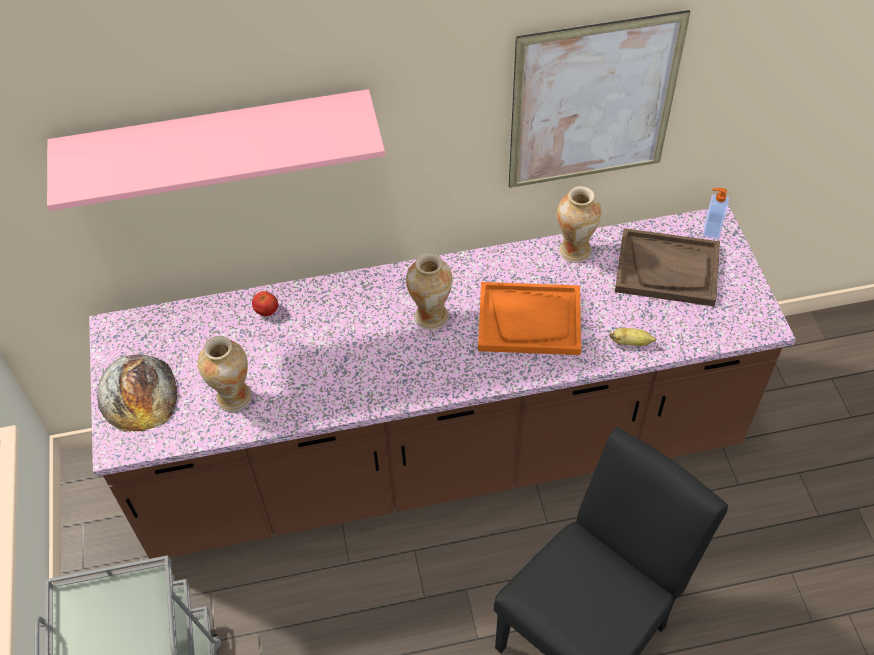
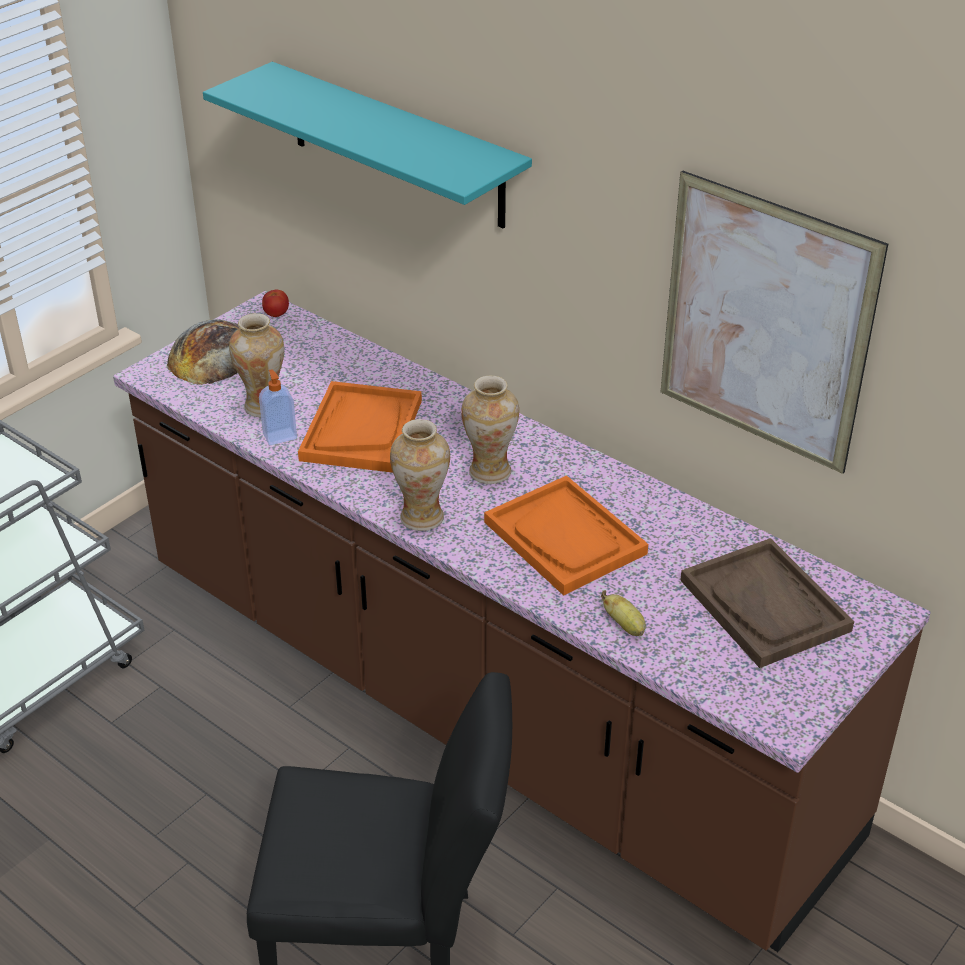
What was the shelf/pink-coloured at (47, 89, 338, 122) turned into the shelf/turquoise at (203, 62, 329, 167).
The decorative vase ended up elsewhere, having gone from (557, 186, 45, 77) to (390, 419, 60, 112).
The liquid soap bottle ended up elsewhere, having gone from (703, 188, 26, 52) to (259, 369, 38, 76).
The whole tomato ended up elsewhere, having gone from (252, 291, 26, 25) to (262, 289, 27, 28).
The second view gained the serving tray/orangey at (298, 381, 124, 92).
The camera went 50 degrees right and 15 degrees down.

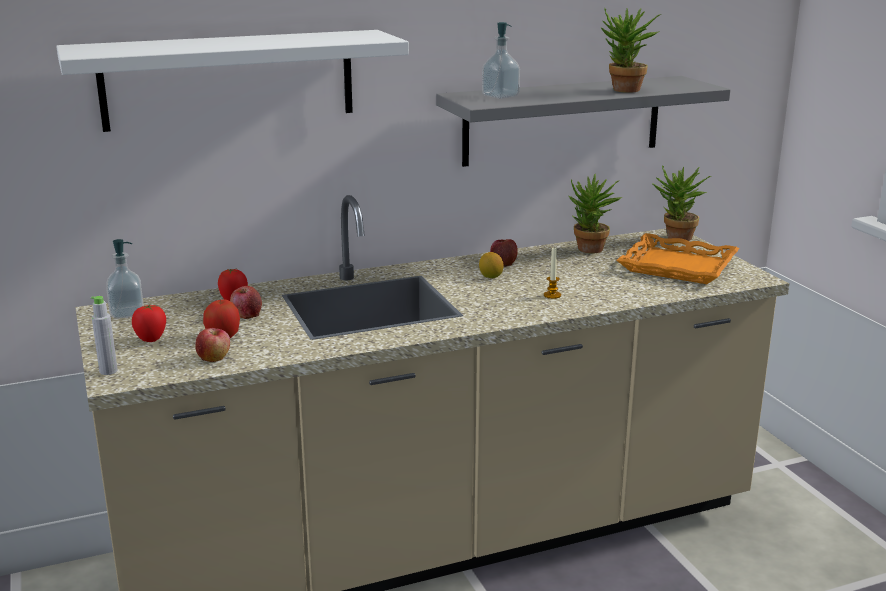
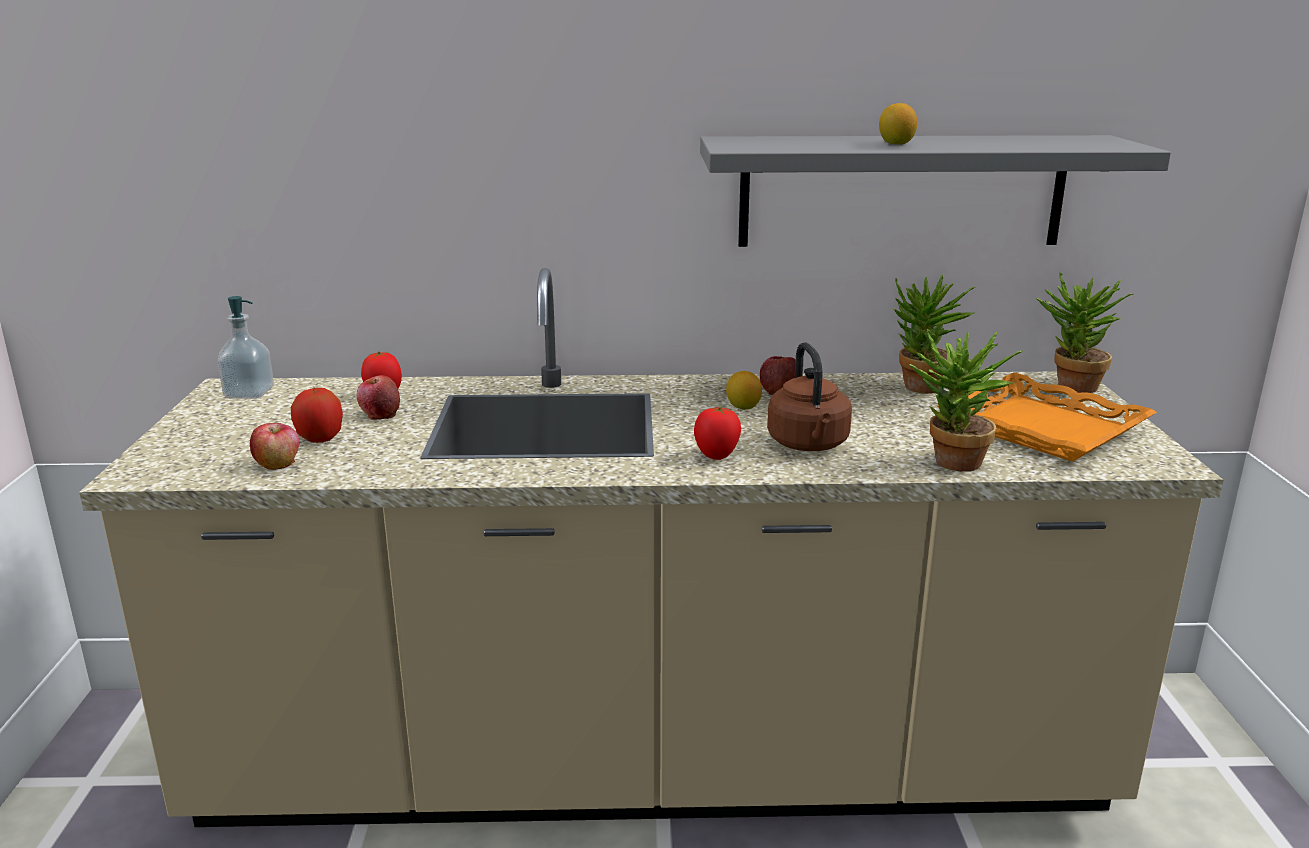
The potted plant ended up elsewhere, having gone from (601, 8, 60, 85) to (910, 329, 113, 143).
The second view lost the liquid soap bottle at (482, 22, 38, 77).
The second view lost the shelf/whitish at (56, 30, 353, 102).
Where the wax candle stood at (544, 246, 17, 53), the tea kettle/brown-coloured came to stand at (767, 342, 85, 109).
The second view lost the bottle/greyish at (91, 296, 27, 79).
The whole tomato ended up elsewhere, having gone from (132, 304, 34, 38) to (694, 406, 47, 54).
The second view gained the lemon at (879, 103, 38, 42).
The camera went 20 degrees right and 0 degrees up.

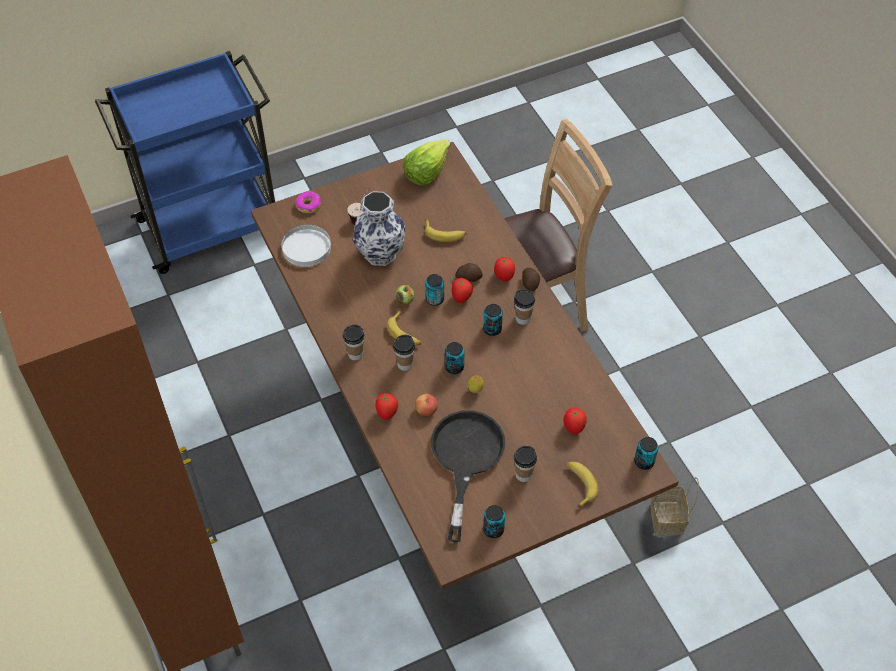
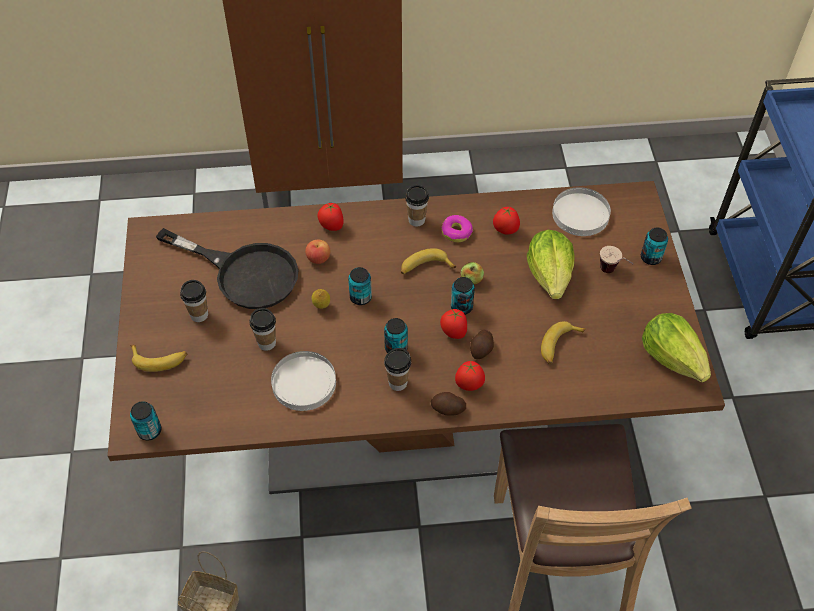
The donut ended up elsewhere, having gone from (295, 191, 26, 22) to (441, 215, 32, 27).
Where the decorative vase stood at (353, 191, 52, 75), the lettuce head came to stand at (527, 230, 48, 69).
The drinking cup ended up elsewhere, having gone from (393, 334, 22, 37) to (250, 308, 26, 43).
The whole tomato ended up elsewhere, having gone from (564, 408, 23, 26) to (493, 207, 27, 28).
The sealed can ended up elsewhere, having gone from (483, 505, 22, 33) to (641, 228, 27, 37).
The second view gained the flat dish/whitish at (271, 351, 65, 60).
The camera went 110 degrees right and 0 degrees up.

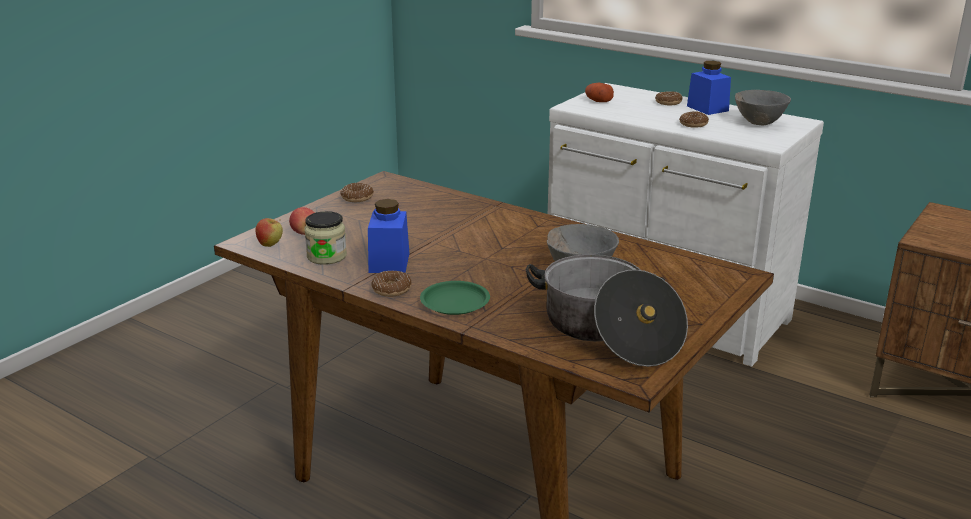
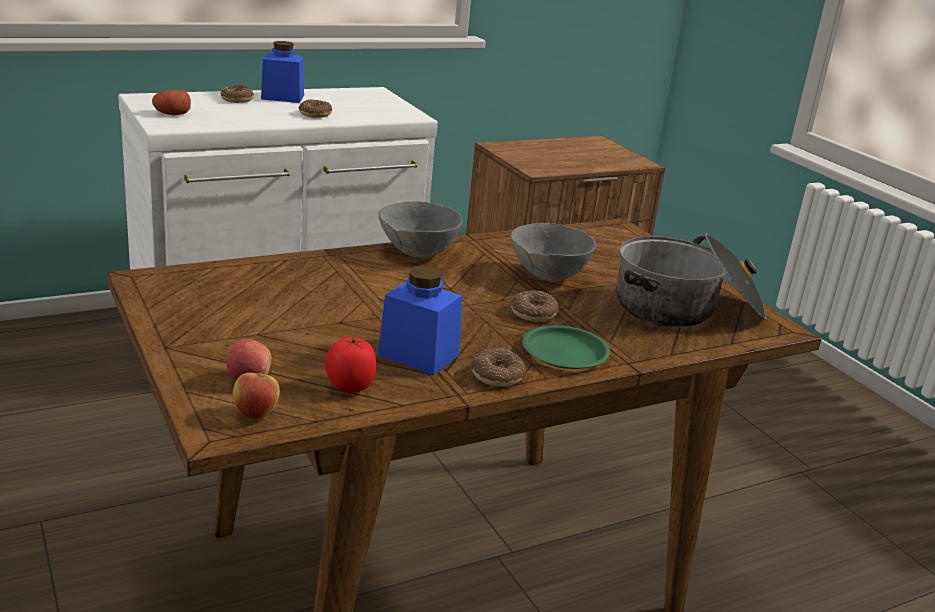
The deep dish/greyish ended up elsewhere, having gone from (735, 90, 56, 35) to (378, 201, 84, 57).
The donut ended up elsewhere, having gone from (340, 183, 34, 19) to (511, 291, 48, 31).
Where the preserve jar stood at (304, 211, 43, 54), the whole tomato came to stand at (325, 337, 51, 56).
The camera went 65 degrees left and 0 degrees up.

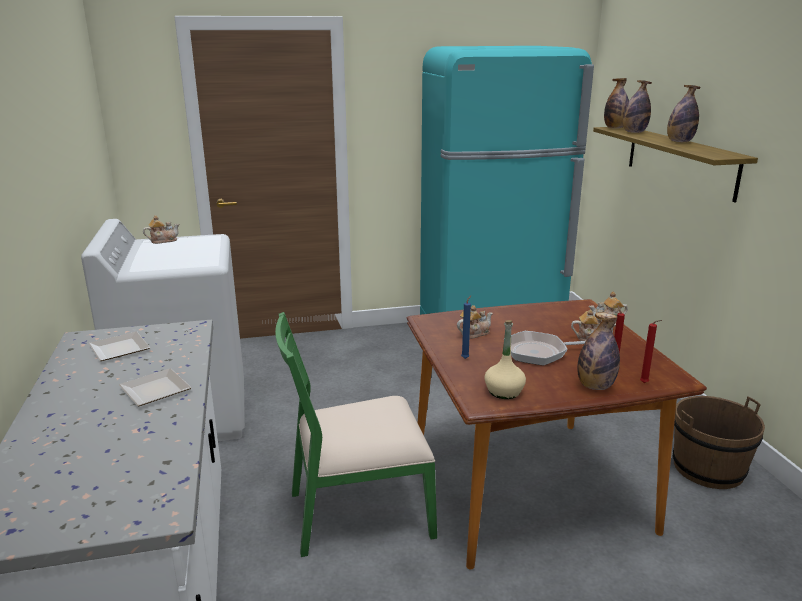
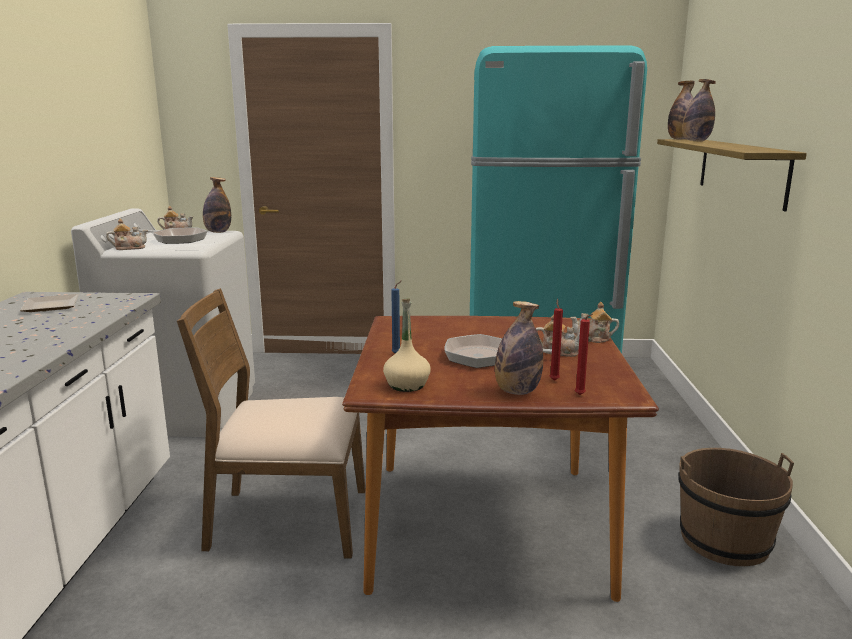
The bottle ended up elsewhere, having gone from (667, 85, 33, 57) to (203, 177, 28, 56).
The pot for tea ended up elsewhere, having gone from (457, 305, 36, 34) to (106, 218, 42, 32).
What was the upright chair/green-coloured at (275, 312, 162, 245) turned into the upright chair/brown-coloured at (177, 288, 188, 270).
The second view lost the flat dish at (119, 368, 73, 38).
The second view gained the frying pan at (138, 227, 69, 17).
The camera went 15 degrees right and 5 degrees down.

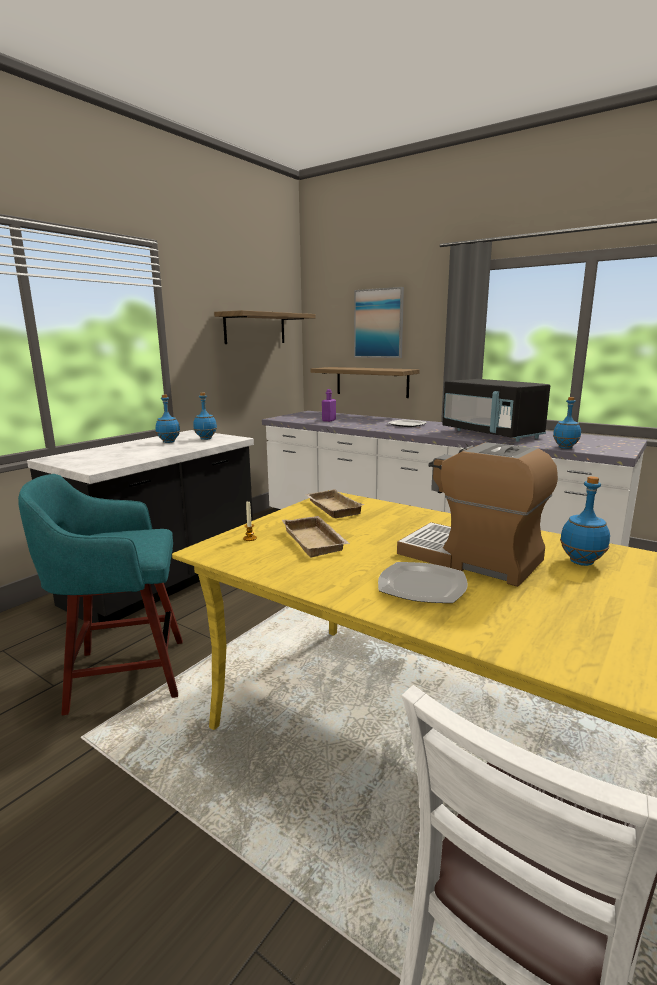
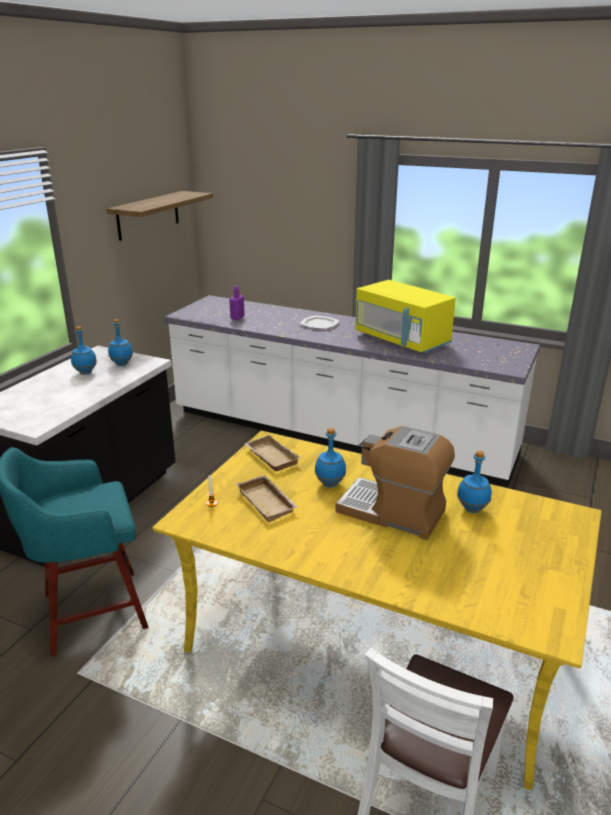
The second view lost the wall art at (354, 287, 50, 71).
The second view lost the shelf at (311, 367, 108, 31).
What was the microwave oven/black-coloured at (442, 379, 108, 63) turned into the microwave oven/yellowish at (355, 280, 101, 73).
The bottle/blue ended up elsewhere, having gone from (553, 397, 28, 52) to (315, 428, 31, 59).
The second view lost the flat dish at (378, 562, 90, 41).
The camera went 10 degrees left and 10 degrees up.

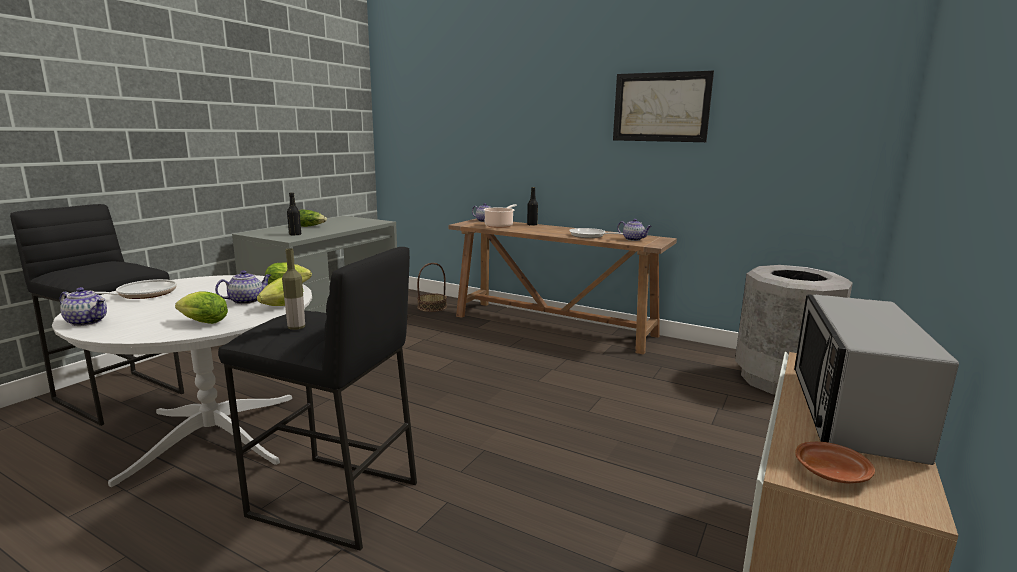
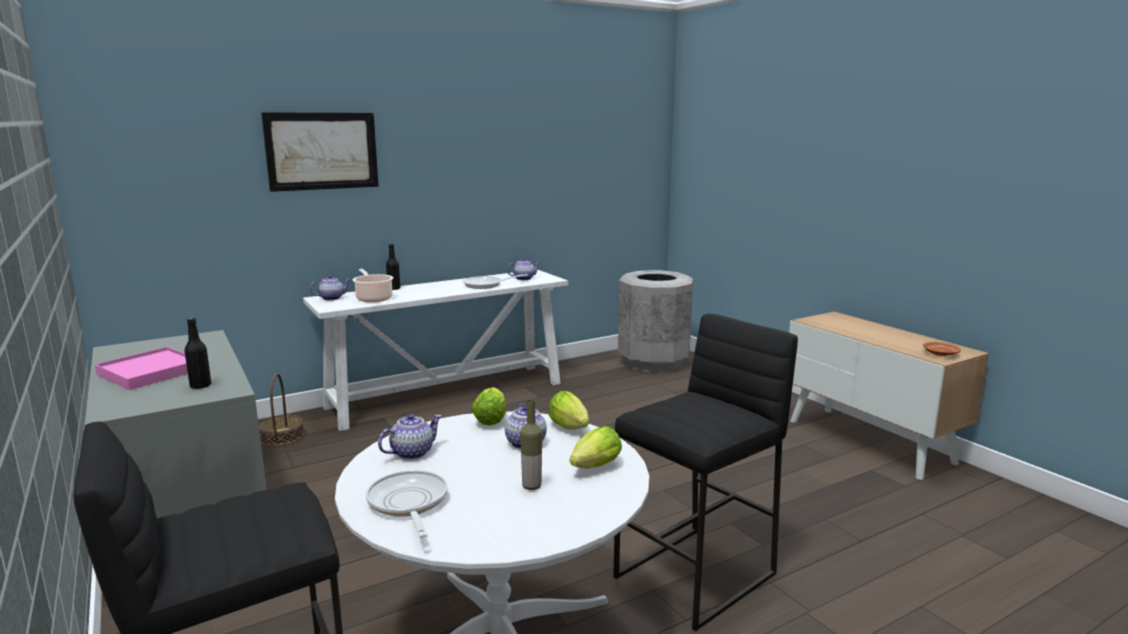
The wall art ended up elsewhere, having gone from (613, 71, 101, 71) to (261, 112, 118, 80).
Where the lettuce head stood at (299, 209, 28, 18), the serving tray/pink-coloured came to stand at (95, 347, 93, 43).
What was the narrow table/brown-coloured at (449, 218, 228, 137) turned into the narrow table/whitish at (303, 270, 265, 161).
The bottle ended up elsewhere, having gone from (282, 248, 23, 82) to (520, 399, 22, 91).
The pot for tea ended up elsewhere, having gone from (60, 287, 47, 39) to (378, 414, 64, 45).
The second view lost the microwave oven at (794, 294, 165, 171).
The camera went 60 degrees left and 0 degrees up.

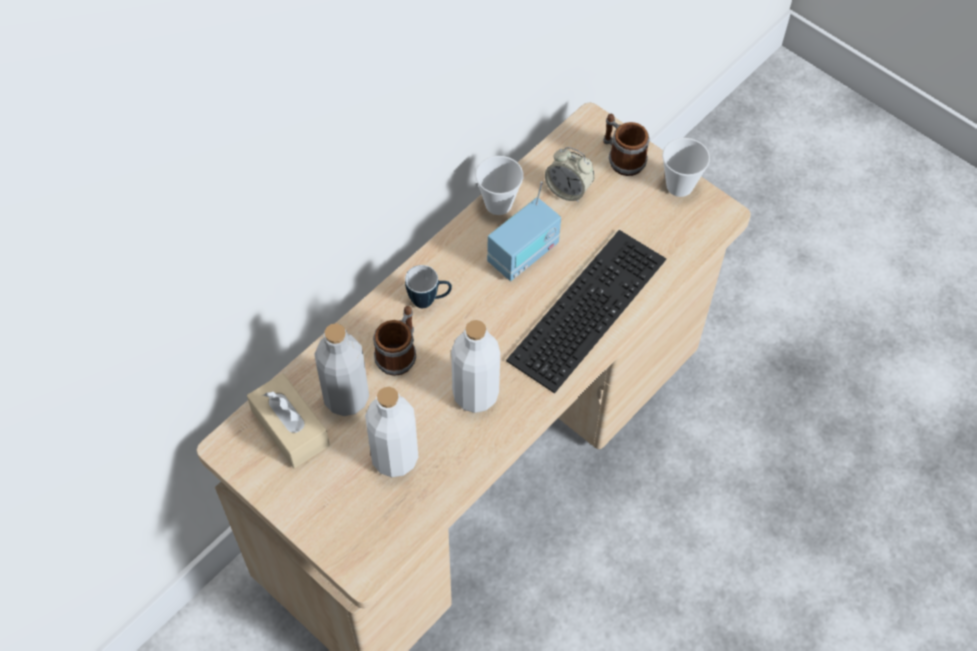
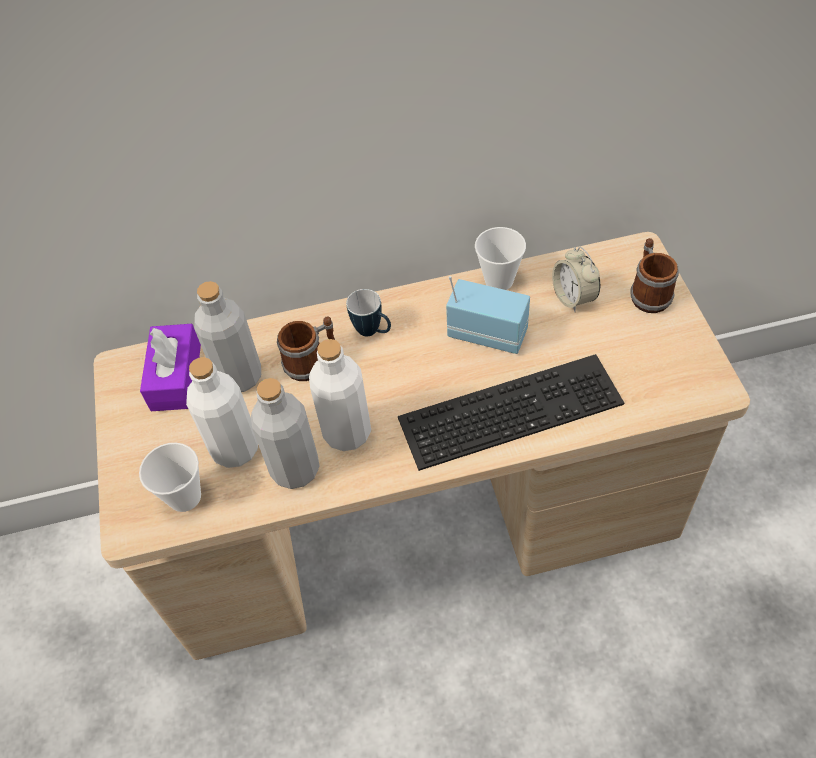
The drinking cup ended up elsewhere, having gone from (662, 138, 48, 59) to (139, 442, 62, 70).
The radio at (487, 181, 74, 100) ended up facing another way, 150 degrees counterclockwise from before.
What was the box of tissues/beige at (247, 373, 83, 95) turned into the box of tissues/purple at (140, 324, 61, 87).
The second view gained the bottle/greyish at (251, 378, 69, 111).
The camera went 40 degrees right and 5 degrees down.

